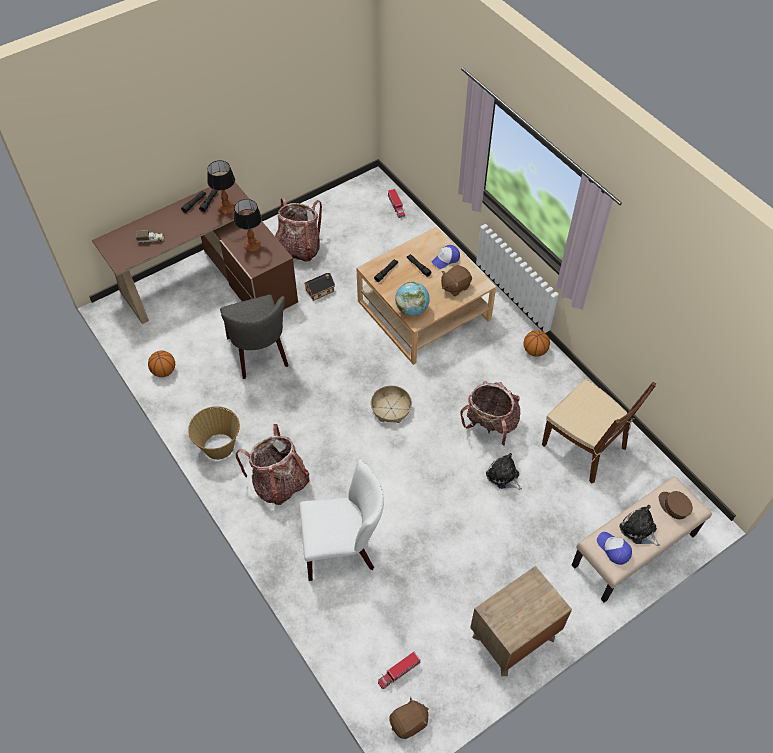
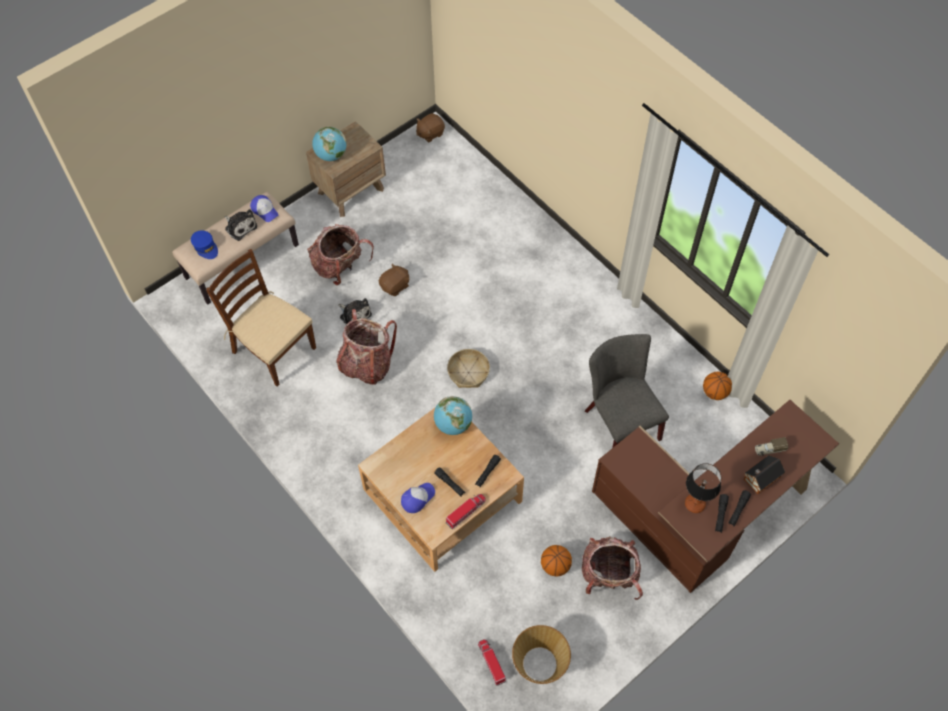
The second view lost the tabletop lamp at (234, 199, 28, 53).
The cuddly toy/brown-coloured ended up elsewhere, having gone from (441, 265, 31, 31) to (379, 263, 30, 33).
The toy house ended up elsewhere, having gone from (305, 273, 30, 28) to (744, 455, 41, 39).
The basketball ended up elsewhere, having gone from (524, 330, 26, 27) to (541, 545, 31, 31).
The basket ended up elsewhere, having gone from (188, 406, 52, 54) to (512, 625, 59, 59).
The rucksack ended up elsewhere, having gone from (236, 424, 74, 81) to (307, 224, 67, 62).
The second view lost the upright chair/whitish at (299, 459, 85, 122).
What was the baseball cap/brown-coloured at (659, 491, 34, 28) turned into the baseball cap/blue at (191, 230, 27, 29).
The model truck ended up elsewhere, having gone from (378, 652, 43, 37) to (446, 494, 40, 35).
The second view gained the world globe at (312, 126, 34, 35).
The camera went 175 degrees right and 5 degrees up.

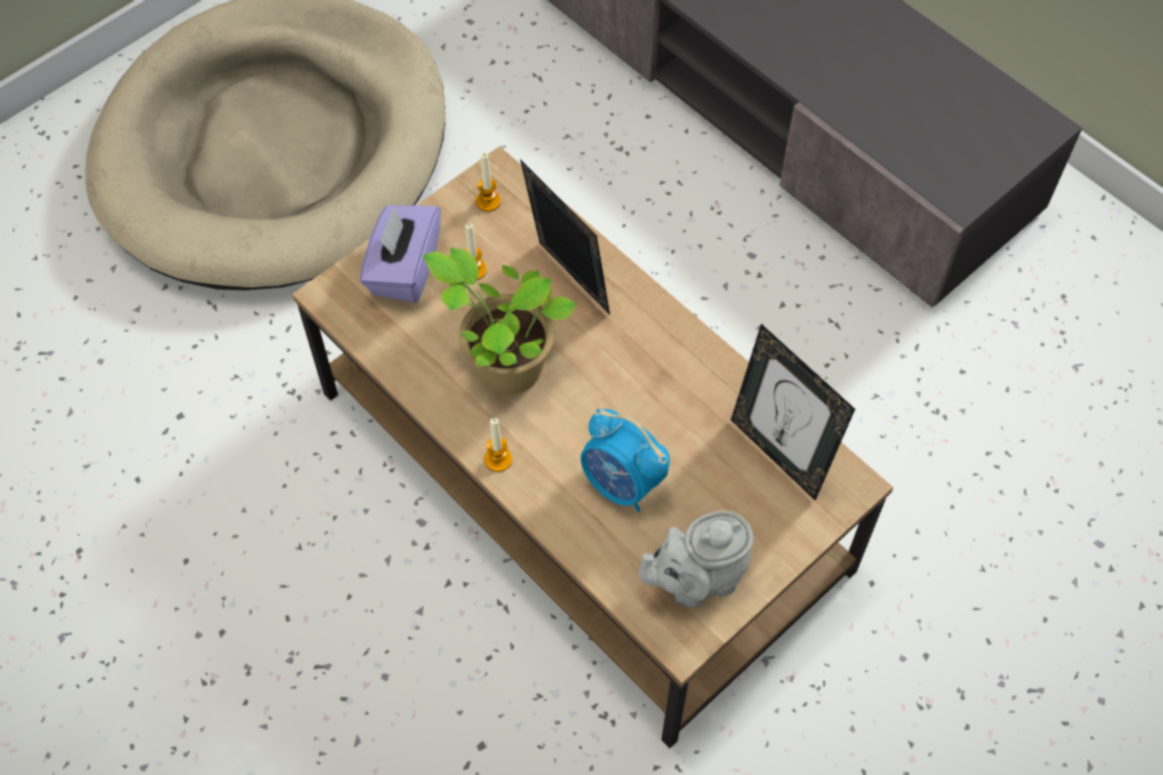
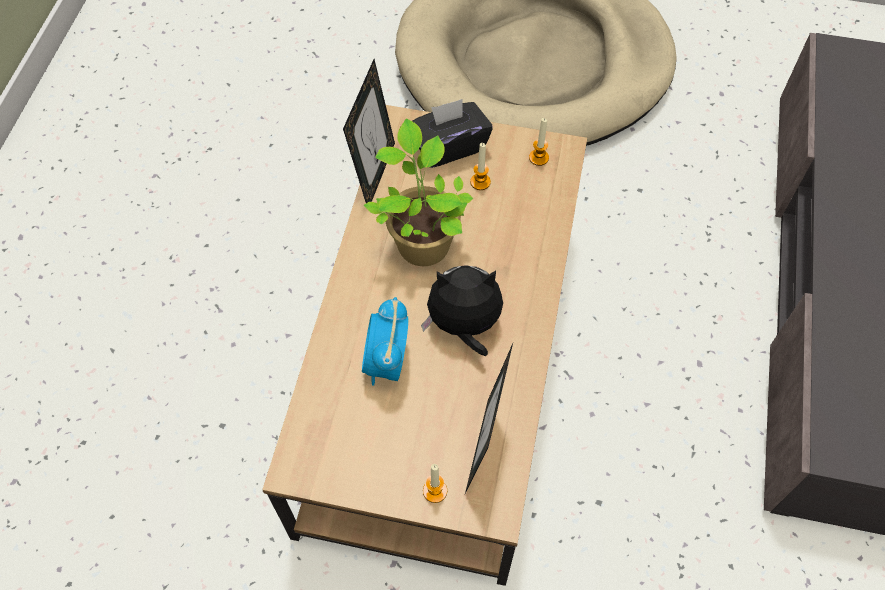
The photo frame ended up elsewhere, having gone from (520, 159, 90, 156) to (343, 59, 52, 144).
What was the box of tissues/purple at (360, 205, 81, 98) turned into the box of tissues/black-coloured at (412, 99, 81, 69).
The wax candle ended up elsewhere, having gone from (484, 418, 28, 54) to (423, 464, 24, 39).
The second view lost the pot for tea/greyish at (639, 510, 114, 98).
The second view gained the cuddly toy at (421, 265, 82, 91).
The camera went 55 degrees right and 0 degrees up.

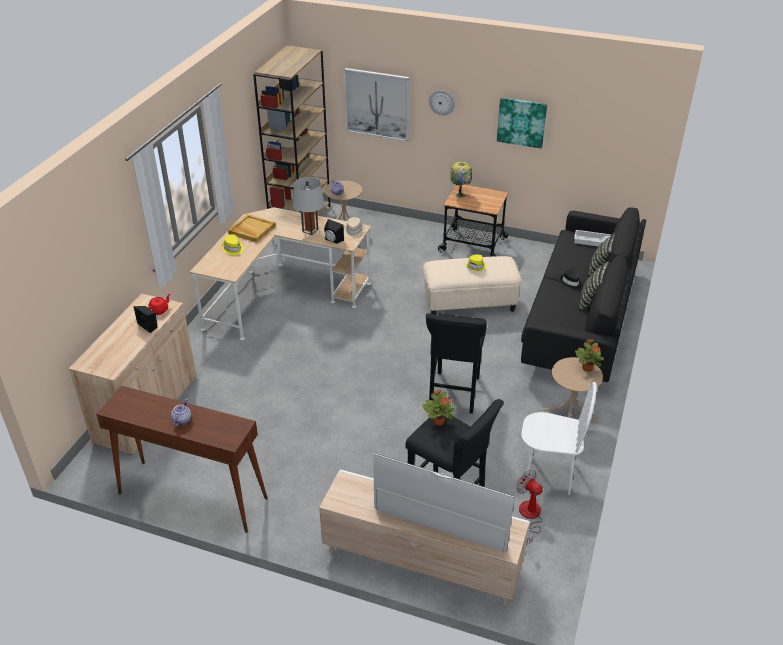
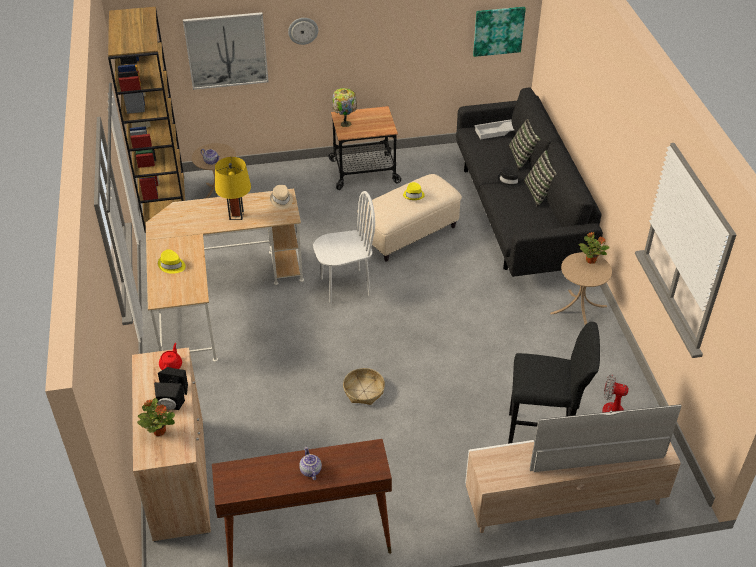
The wall art ended up elsewhere, having gone from (497, 97, 50, 52) to (473, 7, 53, 50).
What was the tabletop lamp/greyish at (293, 177, 31, 58) turned into the tabletop lamp/yellowish at (215, 157, 36, 63).
The second view lost the serving tray/beige at (228, 214, 48, 29).
The loudspeaker/black-coloured ended up elsewhere, having gone from (324, 219, 20, 25) to (154, 382, 31, 28).
The second view lost the stool seat/black-coloured at (426, 313, 61, 101).
The upright chair/whitish ended up elsewhere, having gone from (522, 382, 75, 113) to (313, 191, 62, 112).
The potted plant ended up elsewhere, having gone from (422, 390, 33, 35) to (137, 398, 38, 38).
The second view gained the basket at (343, 368, 42, 37).
The camera went 30 degrees left and 5 degrees up.

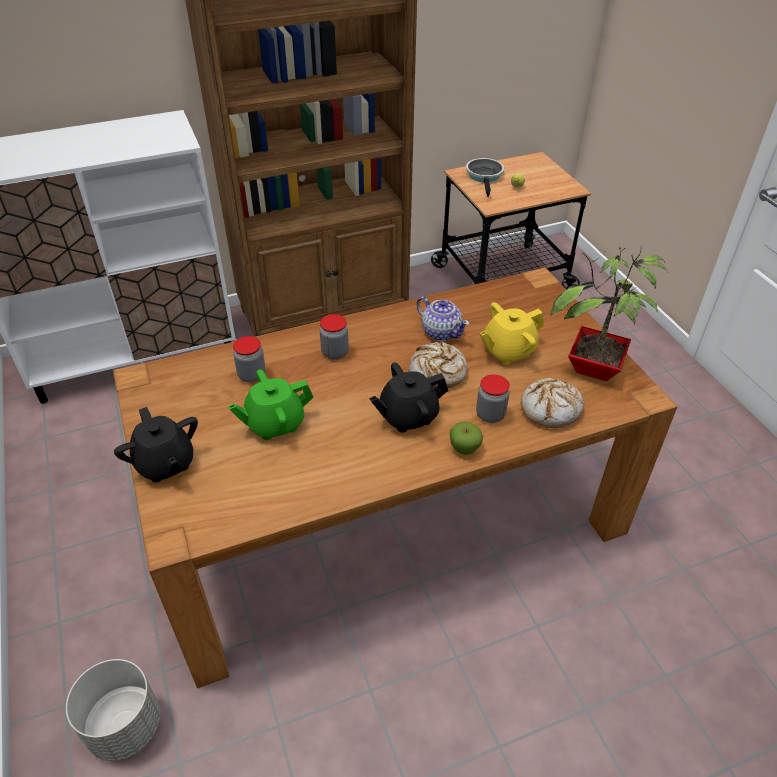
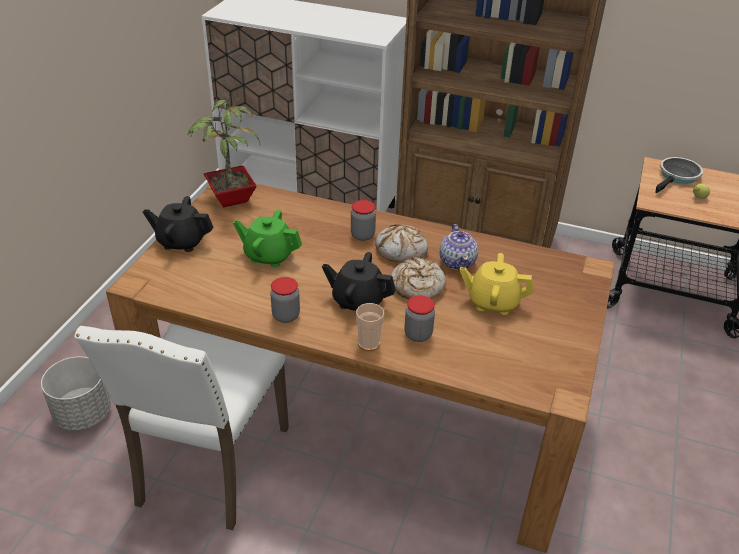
The potted plant ended up elsewhere, having gone from (550, 246, 118, 135) to (188, 91, 72, 116).
The preserve jar ended up elsewhere, having gone from (233, 336, 33, 47) to (270, 277, 30, 46).
The bakery bread ended up elsewhere, having gone from (521, 378, 63, 50) to (375, 224, 53, 39).
The pot for tea/black-coloured at (114, 407, 84, 76) ended up facing another way, 90 degrees clockwise from before.
Where the whole apple stood at (449, 422, 34, 33), the drinking cup came to stand at (356, 303, 28, 48).
The second view gained the upright chair/whitish at (74, 324, 215, 206).
The camera went 40 degrees right and 5 degrees down.

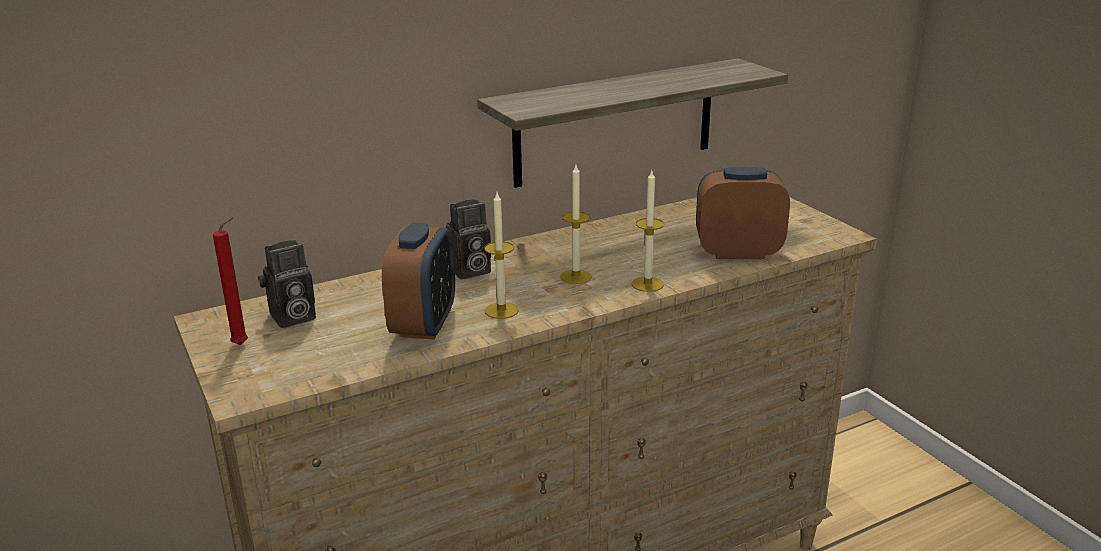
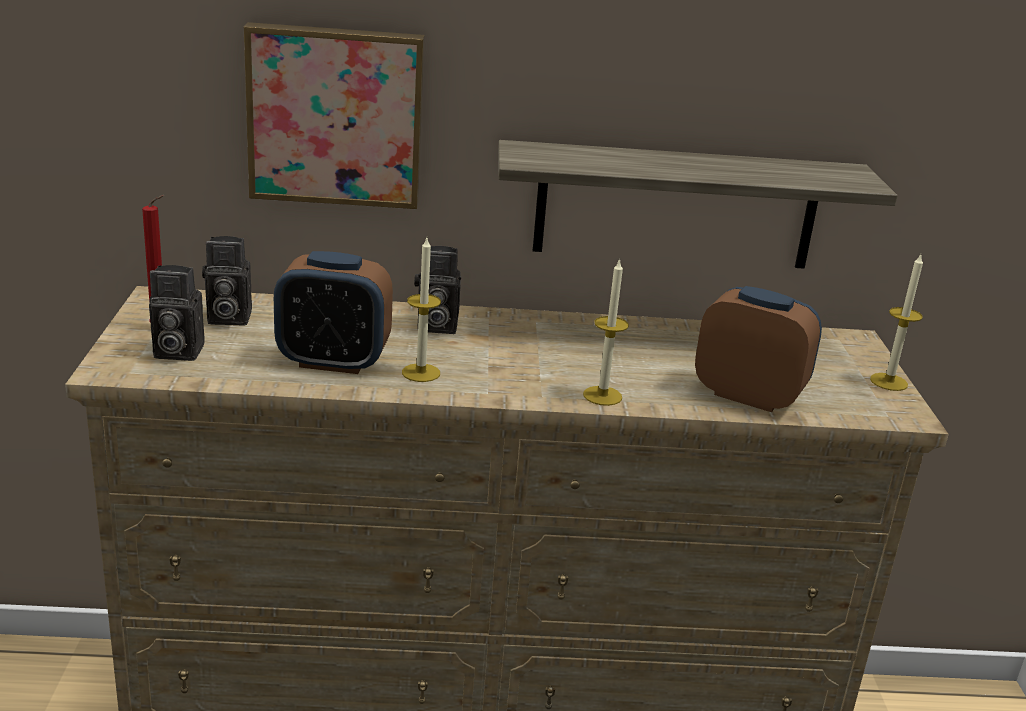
The wax candle ended up elsewhere, having gone from (560, 165, 32, 119) to (870, 255, 53, 136).
The table clock at (382, 223, 73, 116) ended up facing another way, 60 degrees clockwise from before.
The second view gained the wall art at (244, 22, 180, 187).
The second view gained the photo camera at (149, 265, 56, 96).
The camera went 25 degrees right and 0 degrees up.

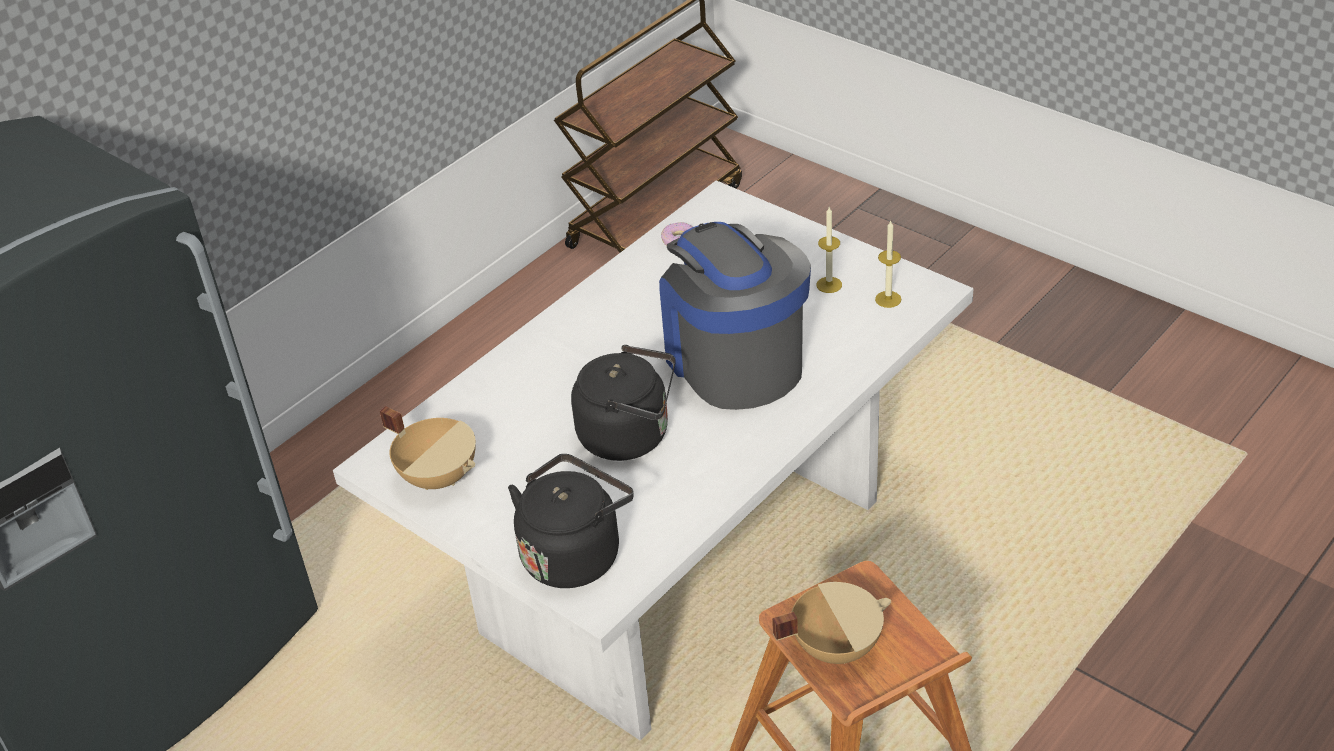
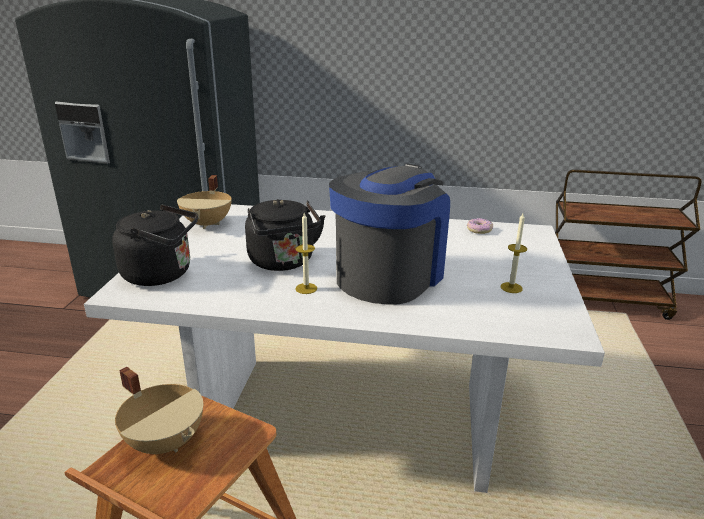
The wax candle ended up elsewhere, having gone from (875, 221, 26, 87) to (295, 213, 22, 81).
The camera went 55 degrees right and 15 degrees down.

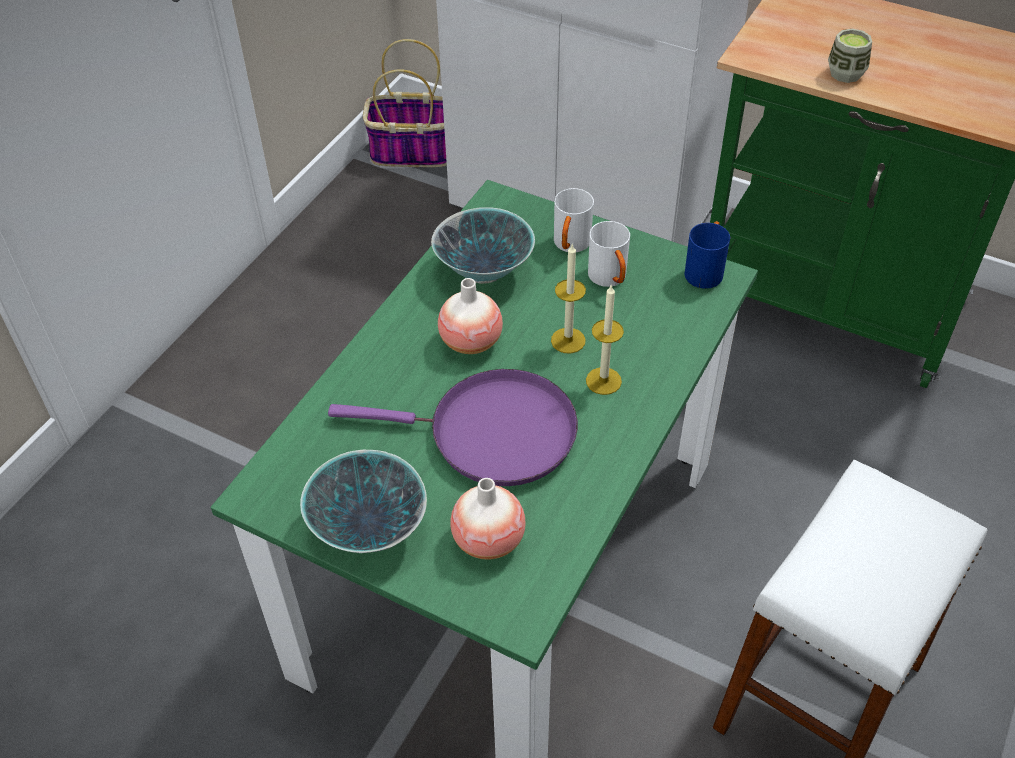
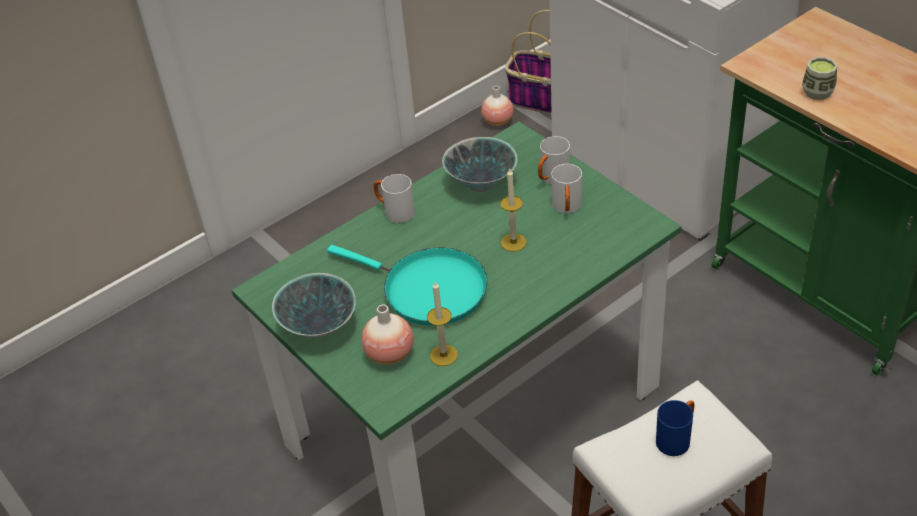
The mug/blue ended up elsewhere, having gone from (684, 221, 46, 68) to (656, 400, 39, 56).
The decorative vase ended up elsewhere, having gone from (438, 278, 65, 76) to (481, 86, 33, 40).
The wax candle ended up elsewhere, having gone from (586, 284, 38, 111) to (427, 282, 31, 84).
What was the frying pan/purple at (328, 369, 250, 117) turned into the frying pan/turquoise at (327, 245, 161, 81).
The second view gained the mug/whitish at (374, 174, 41, 49).
The camera went 25 degrees right and 5 degrees down.

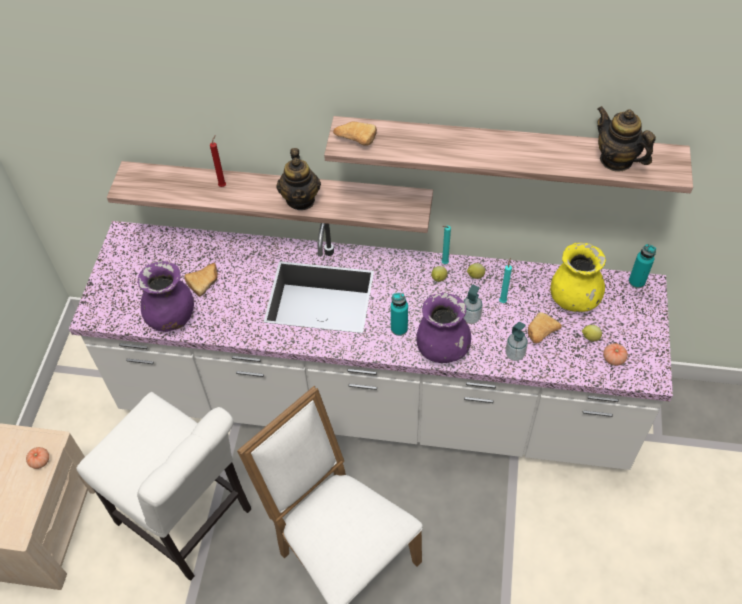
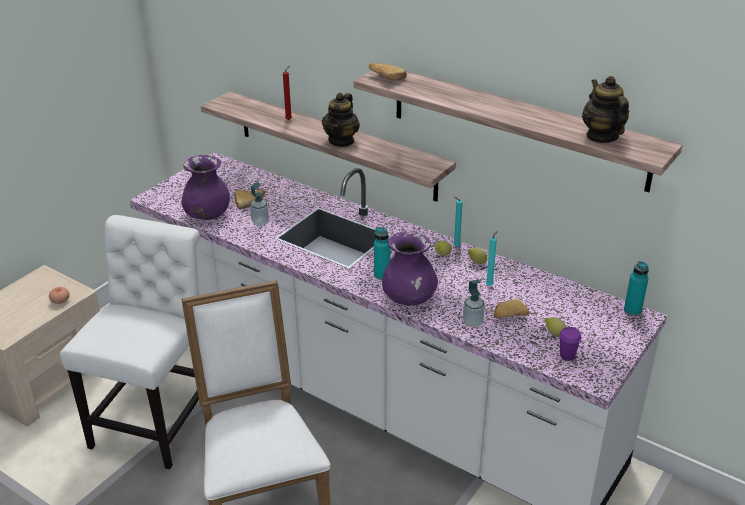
The second view lost the decorative vase/yellowish at (550, 243, 56, 69).
The liquid soap bottle ended up elsewhere, having gone from (464, 285, 19, 39) to (250, 182, 19, 44).
Where the whole tomato stood at (603, 343, 25, 23), the drinking cup/purple came to stand at (559, 327, 22, 34).
The upright chair/whitish at (76, 392, 176, 189) ended up facing another way, 135 degrees counterclockwise from before.
The camera went 25 degrees right and 20 degrees down.

